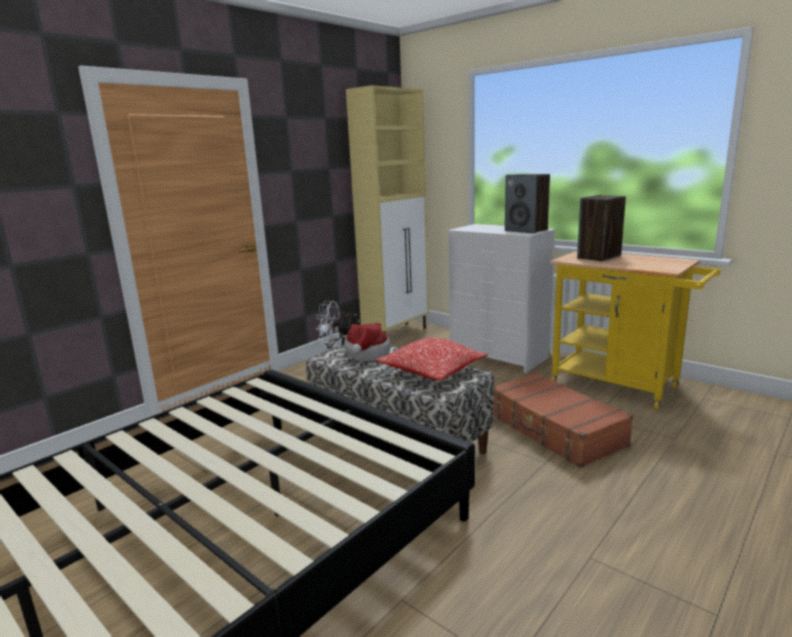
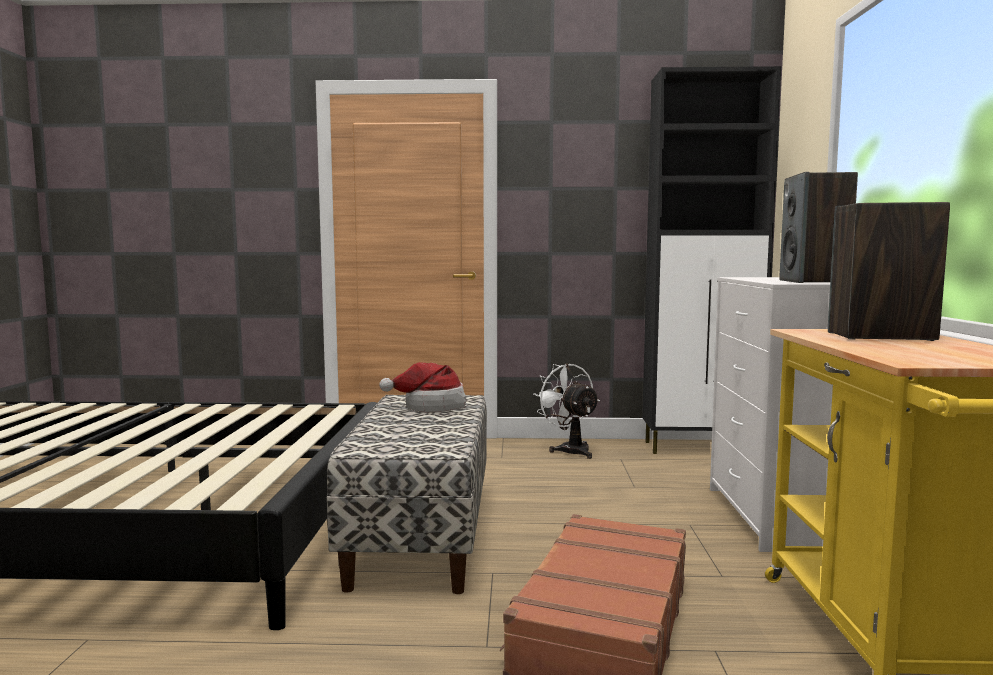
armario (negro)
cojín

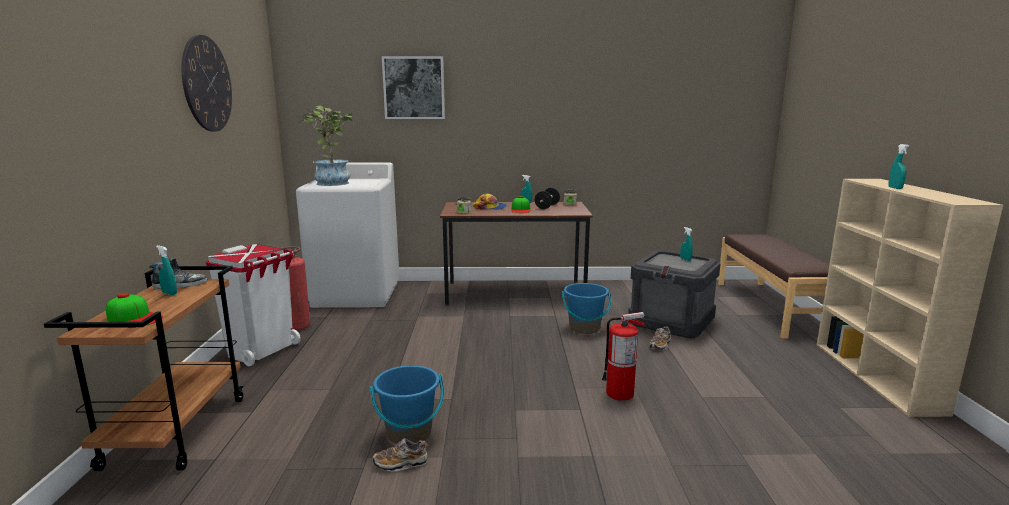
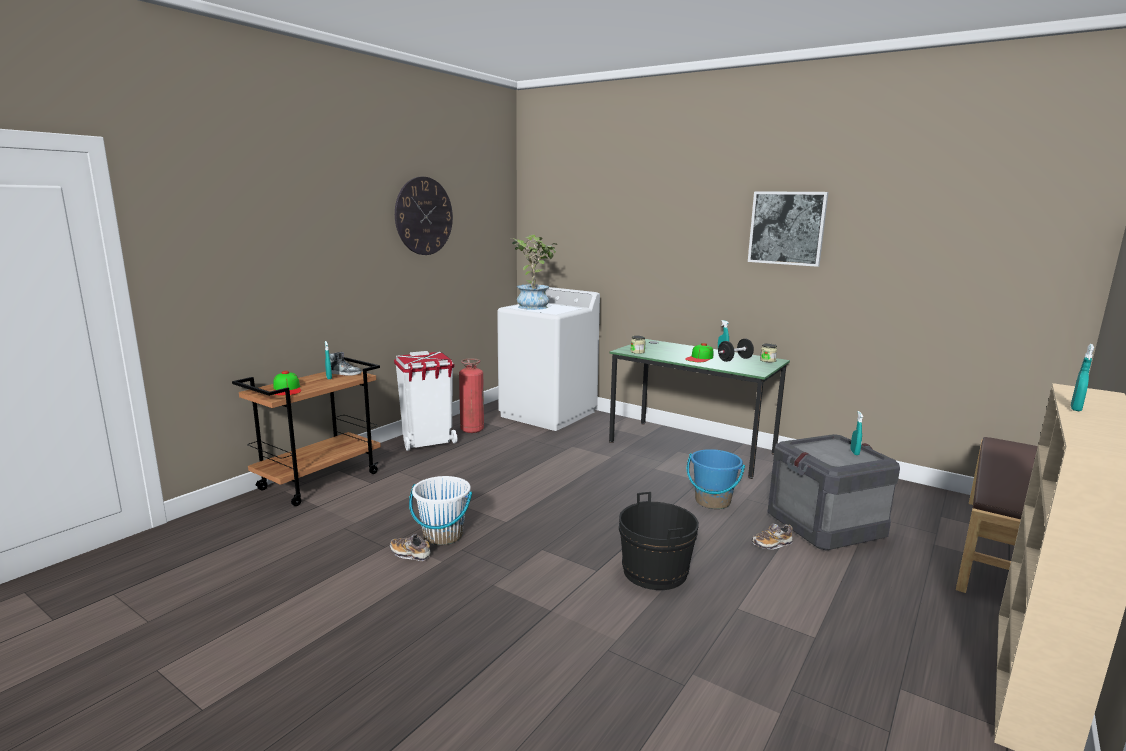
cubo (blanco)
cuadro
escritorio (verde)
gorra (no. 2 from left in the first image)
cubo (negro)

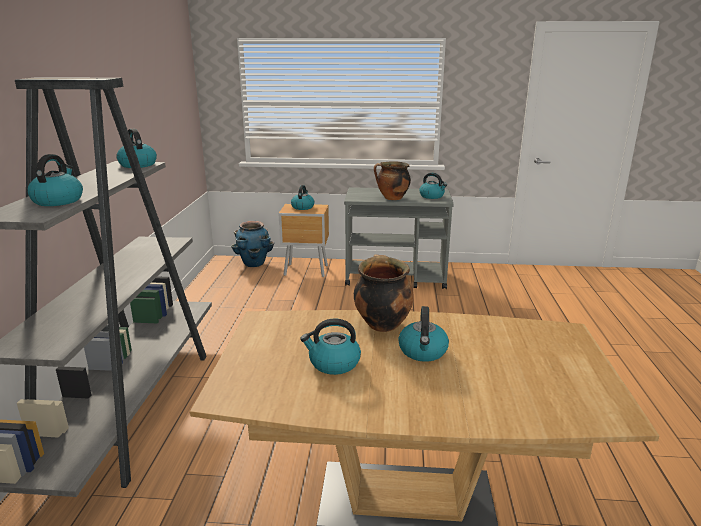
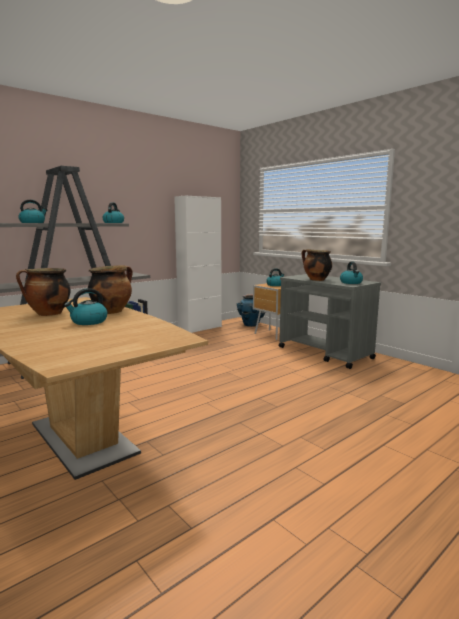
olla (no. 1 from left)
armario (blanco)

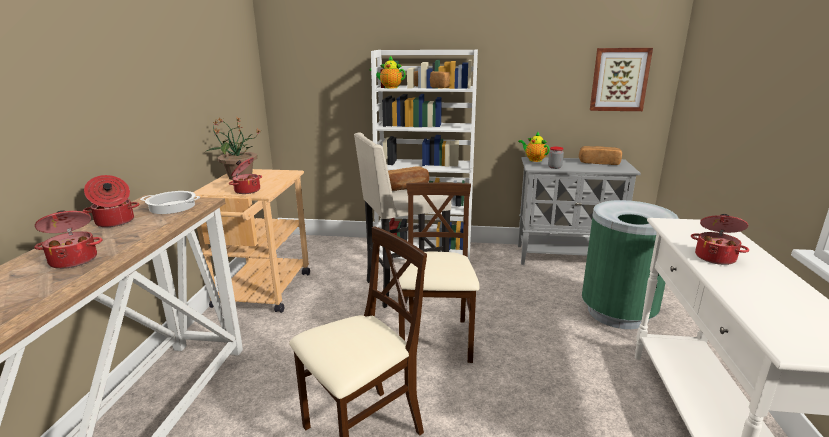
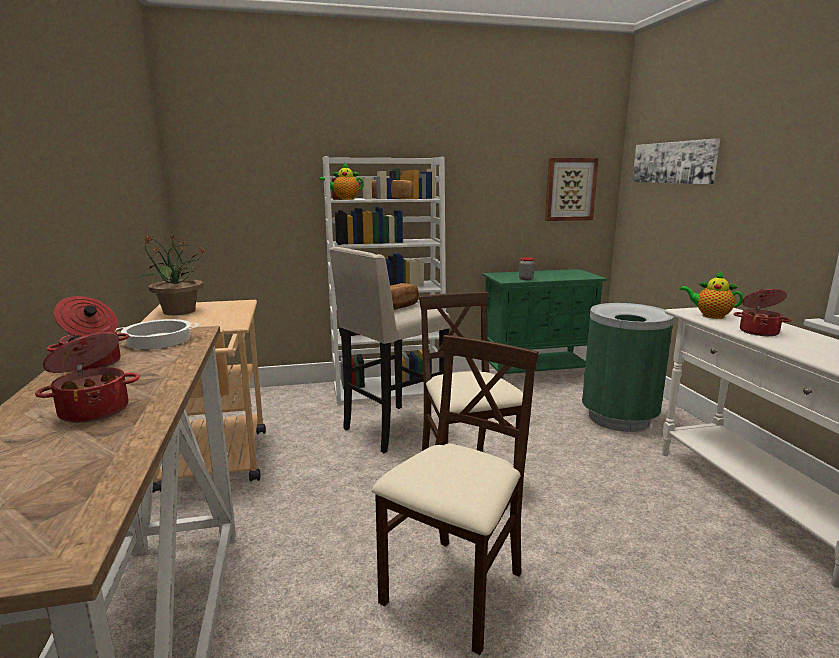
olla (no. 4 from left in the first image)
tetera (no. 2 from left)
armario (verde)
pan (no. 3 from left in the first image)
cuadro (no. 2 from left)

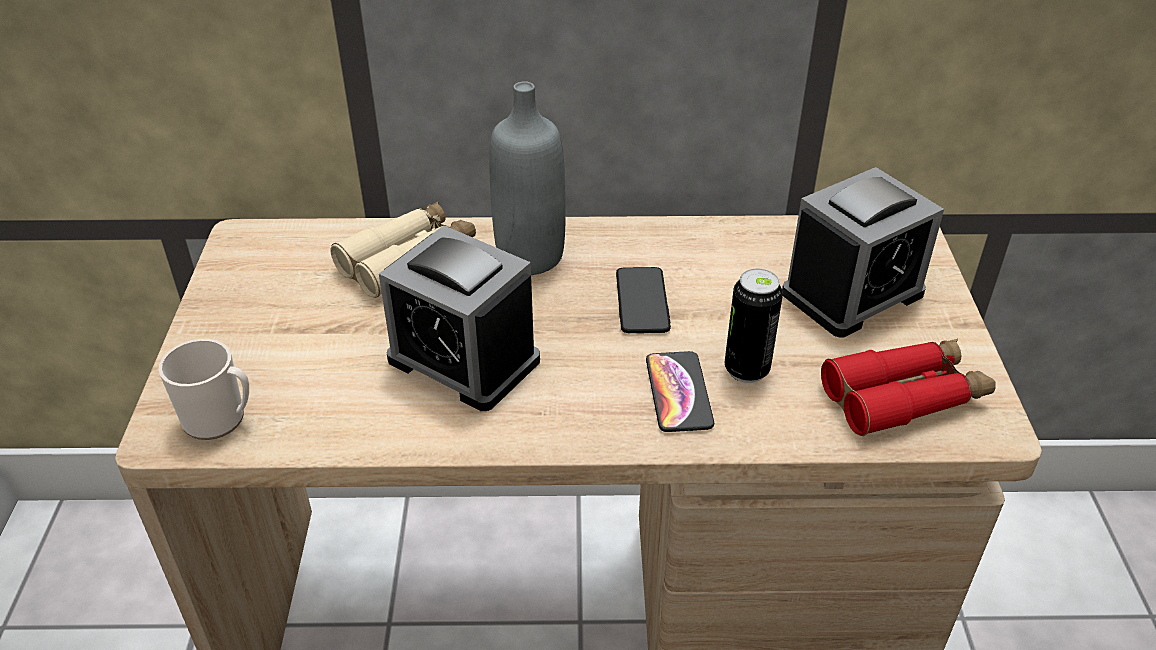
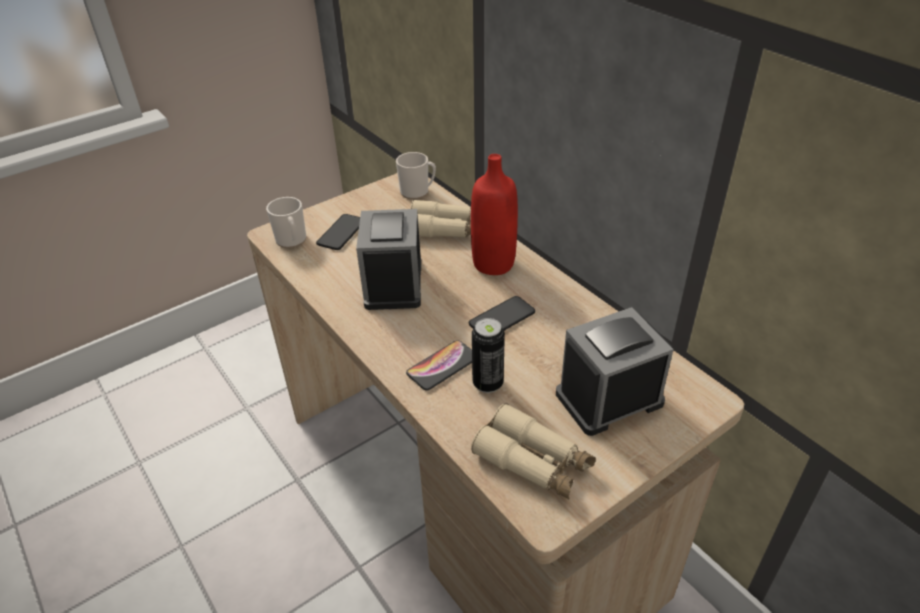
botella (rojo)
despertador (no. 2 from left)
prismáticos (beis) (no. 2 from left)
móvil (no. 1 from left)
taza grande (no. 2 from left)

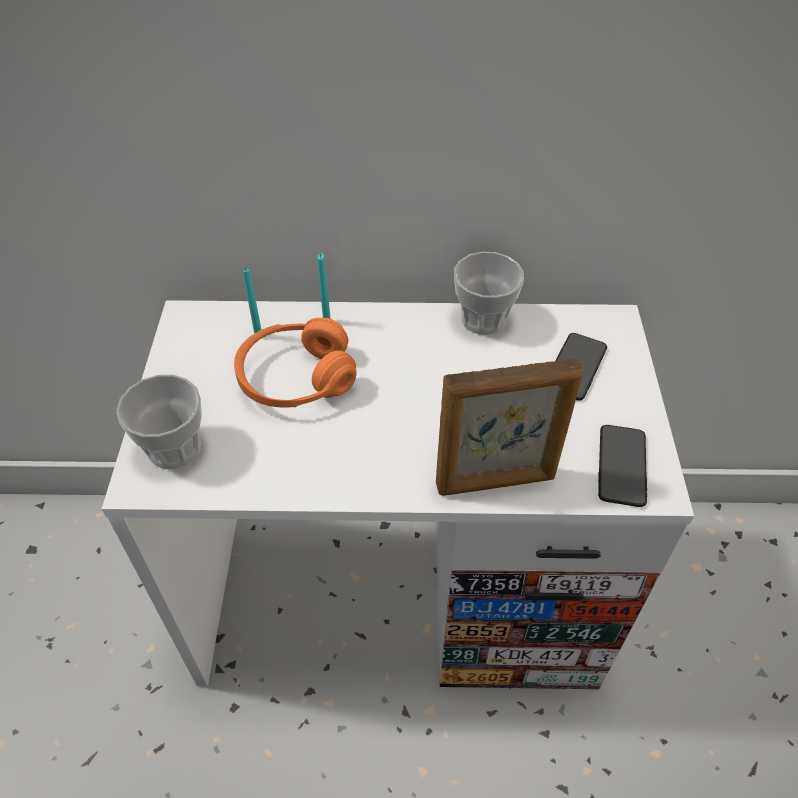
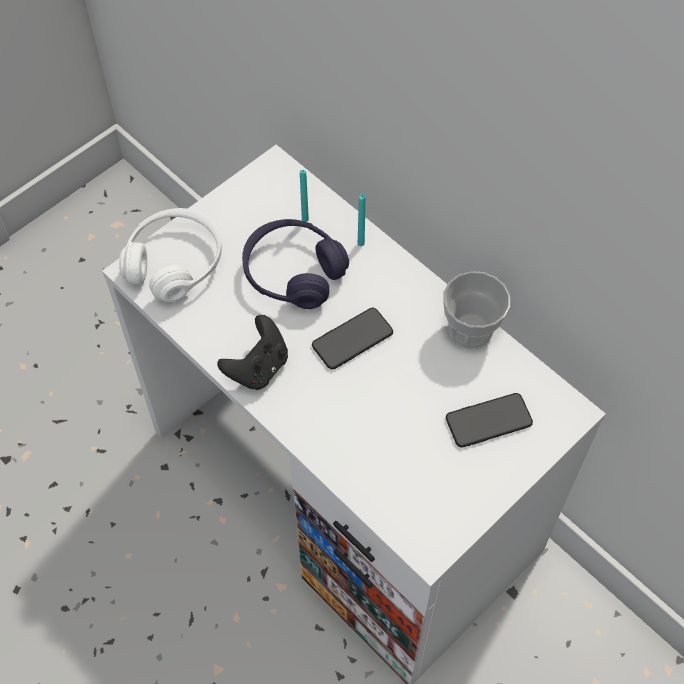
auriculares (blanco)
auriculares (morado)
portarretratos
móvil (no. 1 from left)
mando de consola (negro)

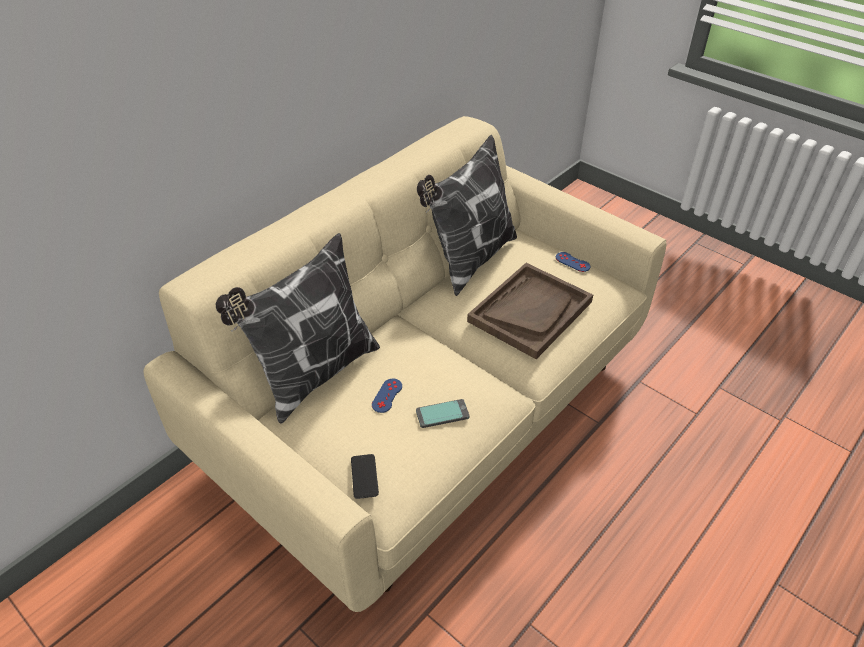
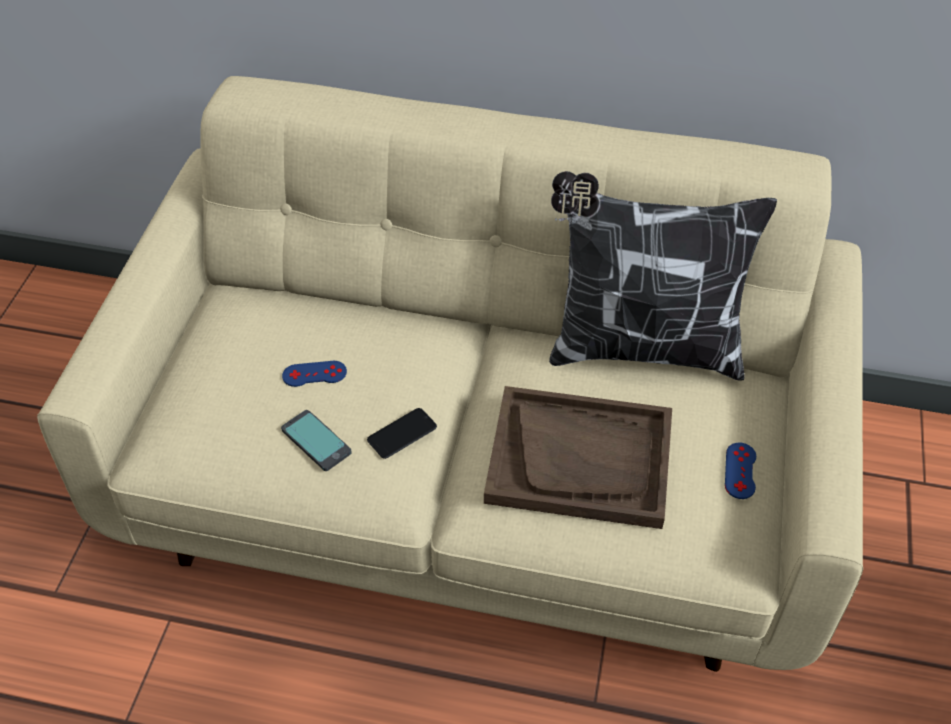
cojín (no. 1 from left in the first image)
móvil (no. 2 from left)

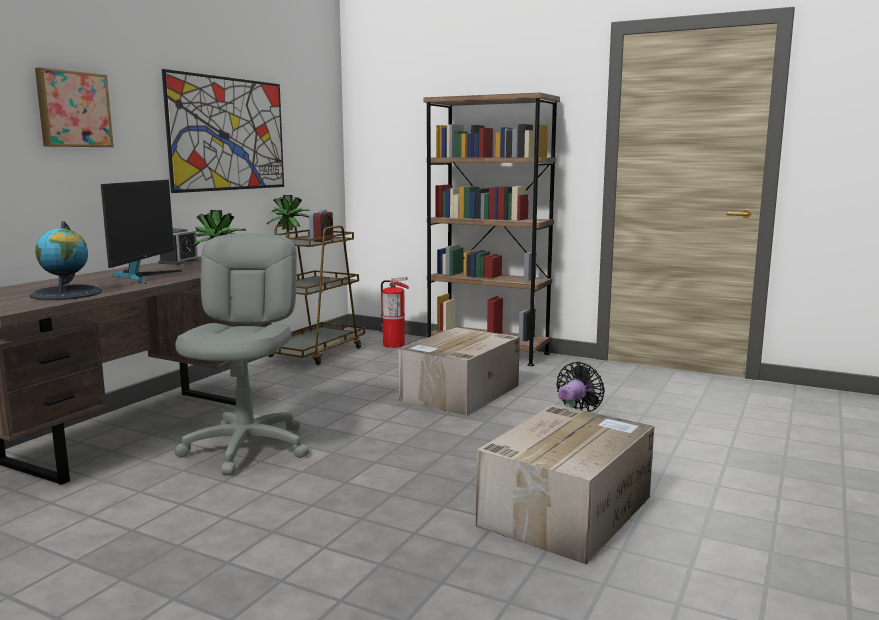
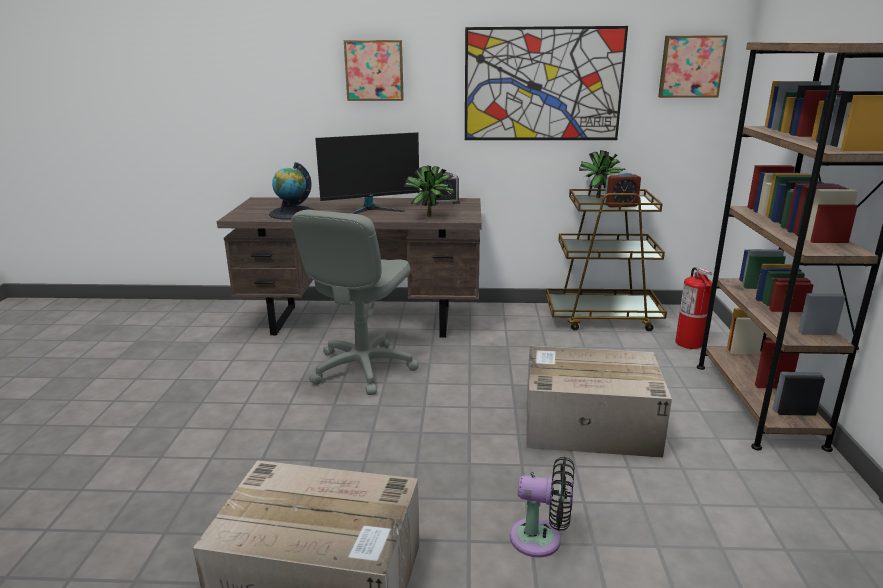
silla de oficina (gris)
cuadro (no. 3 from left)

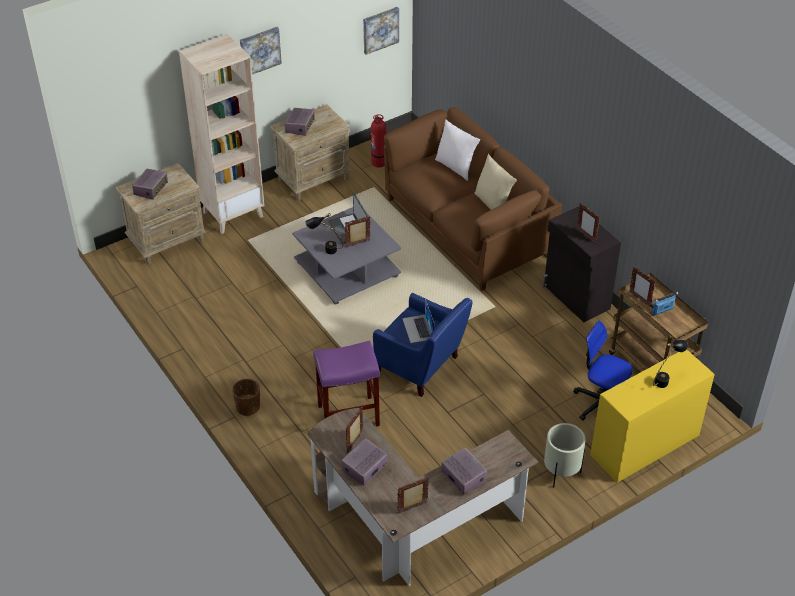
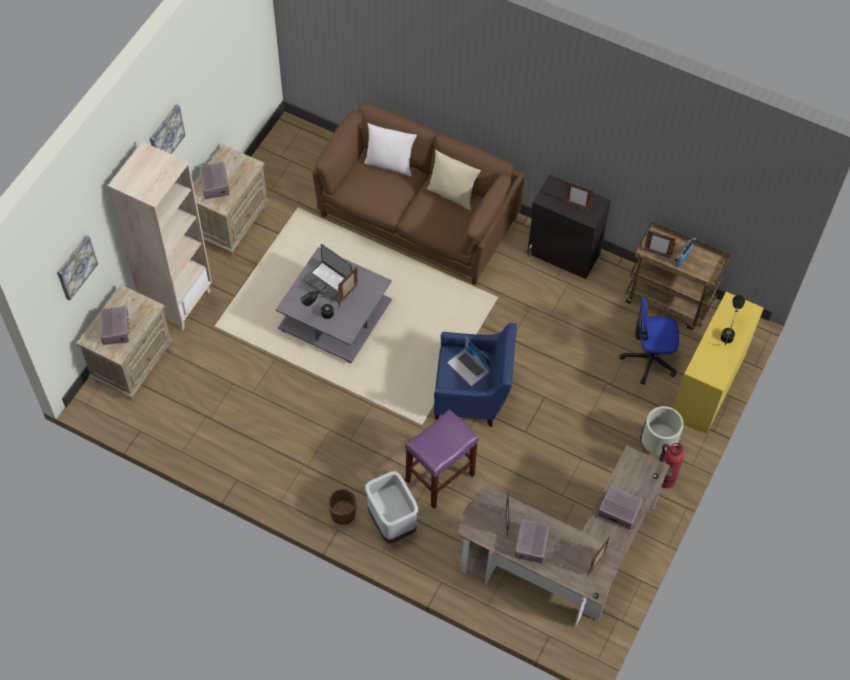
cuadro (no. 1 from left)
extintor
papelera (gris)

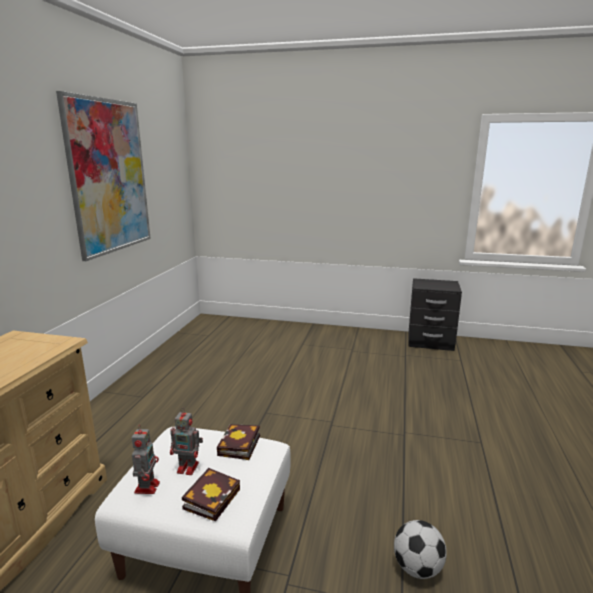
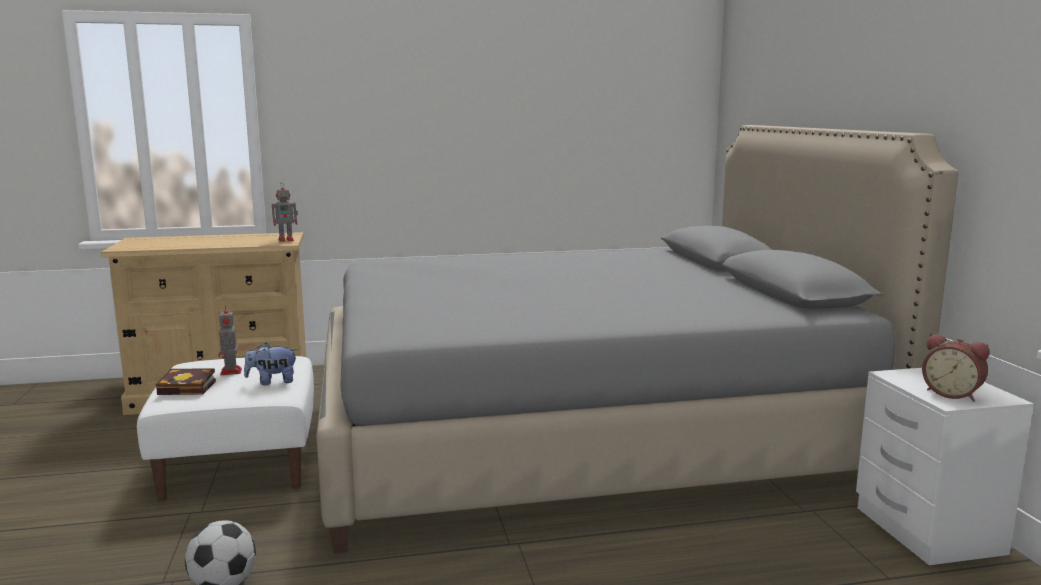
cuadro
robot de juguete (no. 2 from left)
peluche
mesita de noche (blanco)
cama (gris)
despertador

